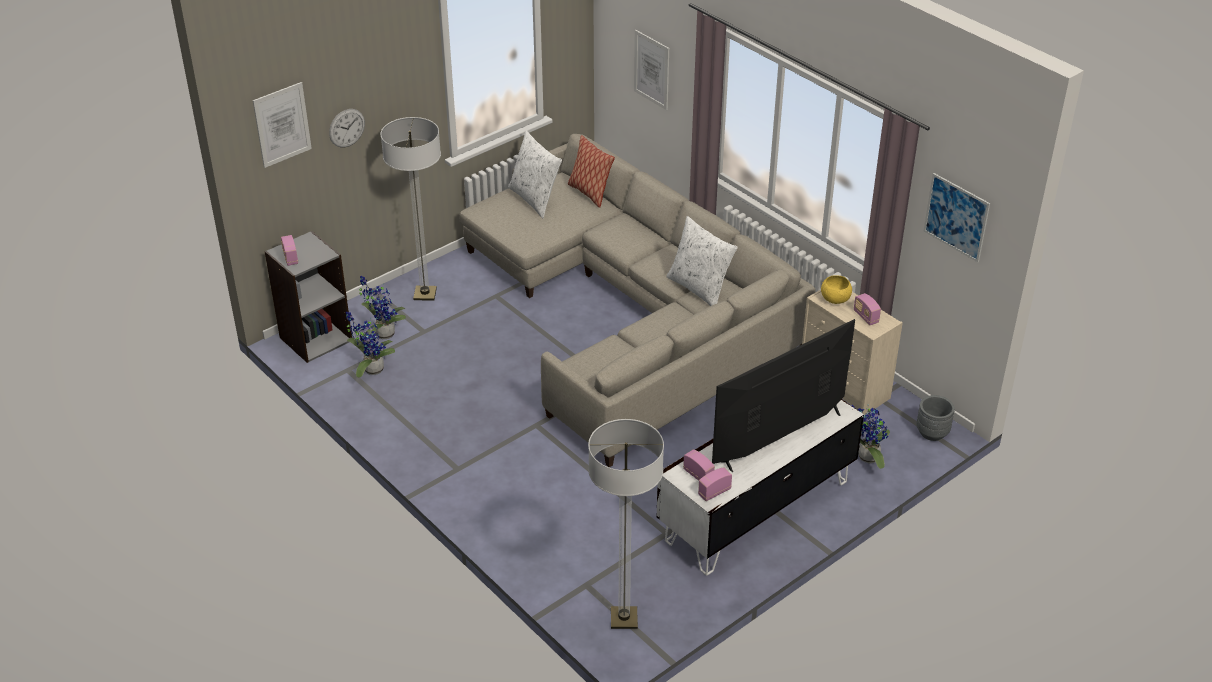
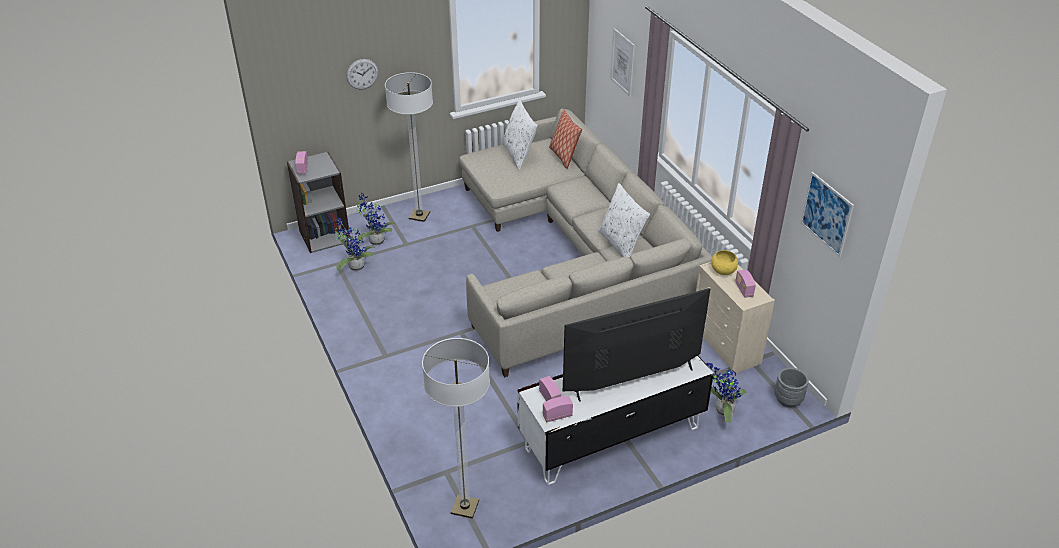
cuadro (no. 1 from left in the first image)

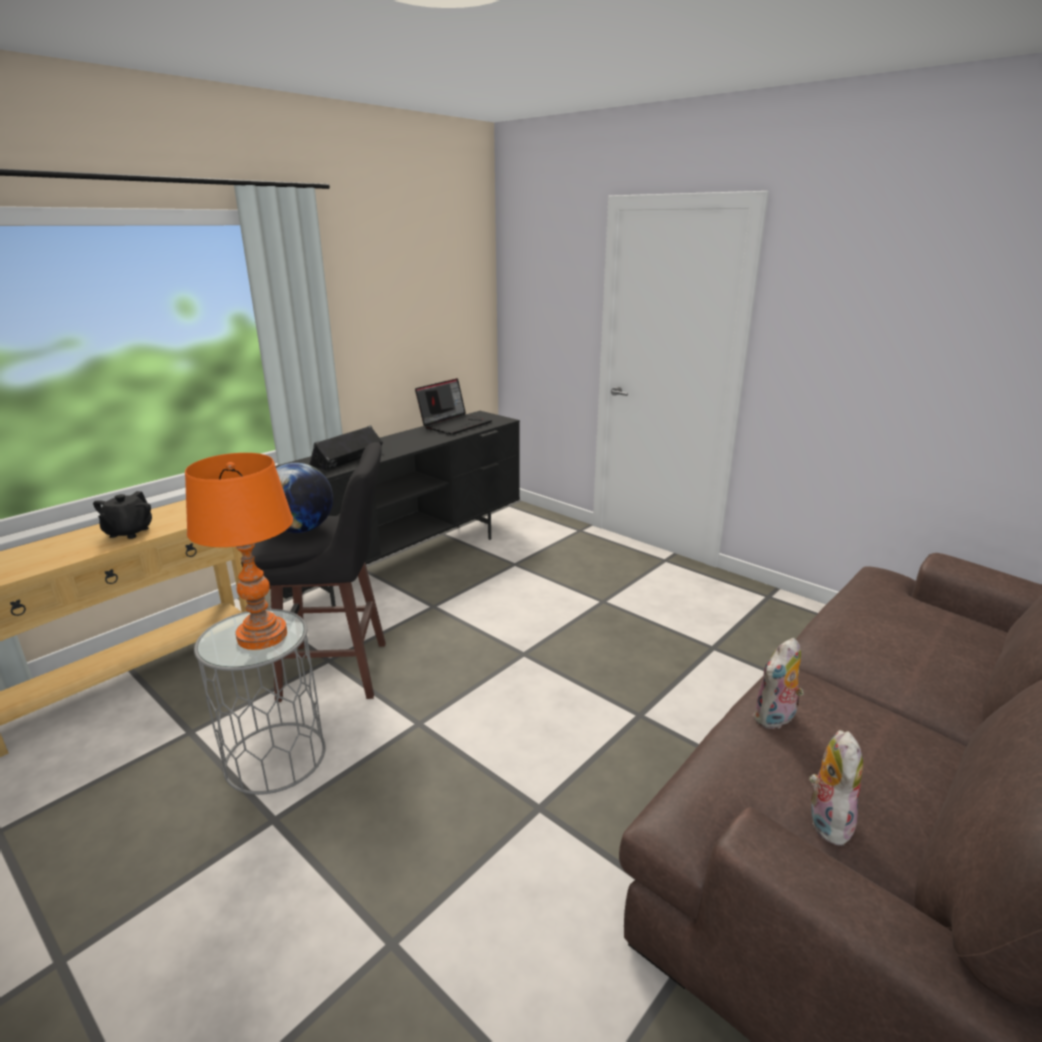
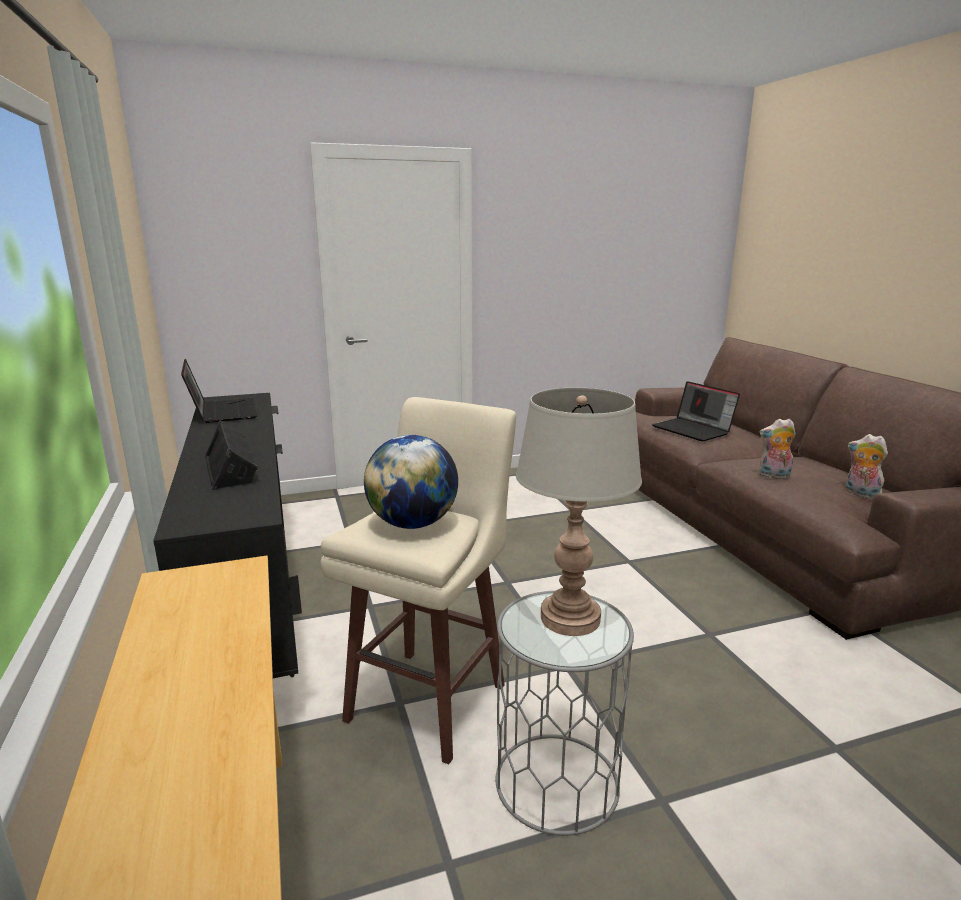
tetera (negro)
lámpara de mesa (gris)
taburete (beis)
peluche (no. 1 from left)
portátil (no. 2 from left)

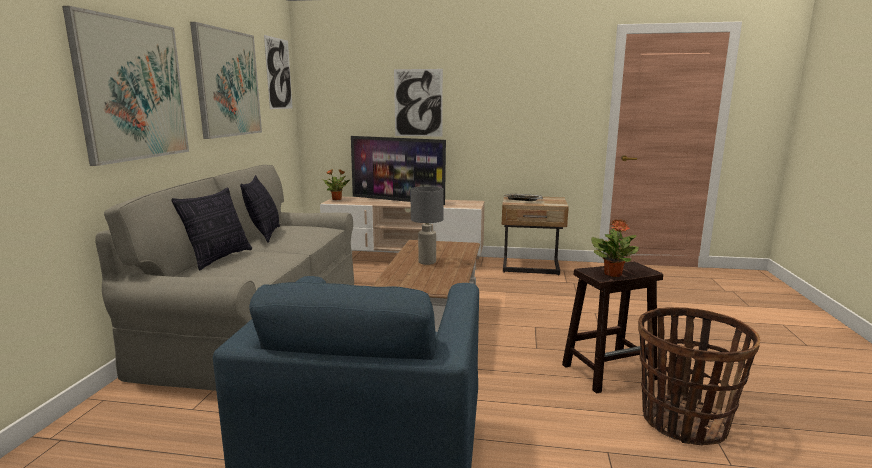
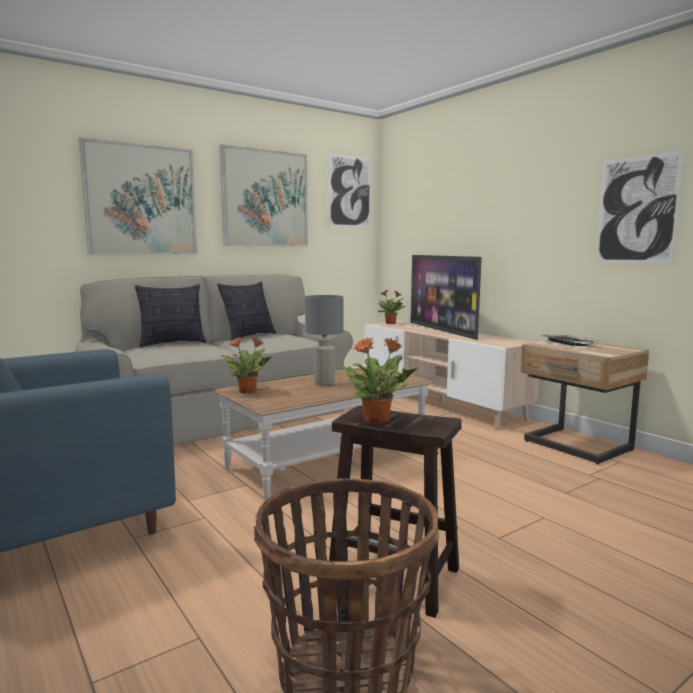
cuadro (no. 4 from left)
planta en maceta (no. 1 from left)

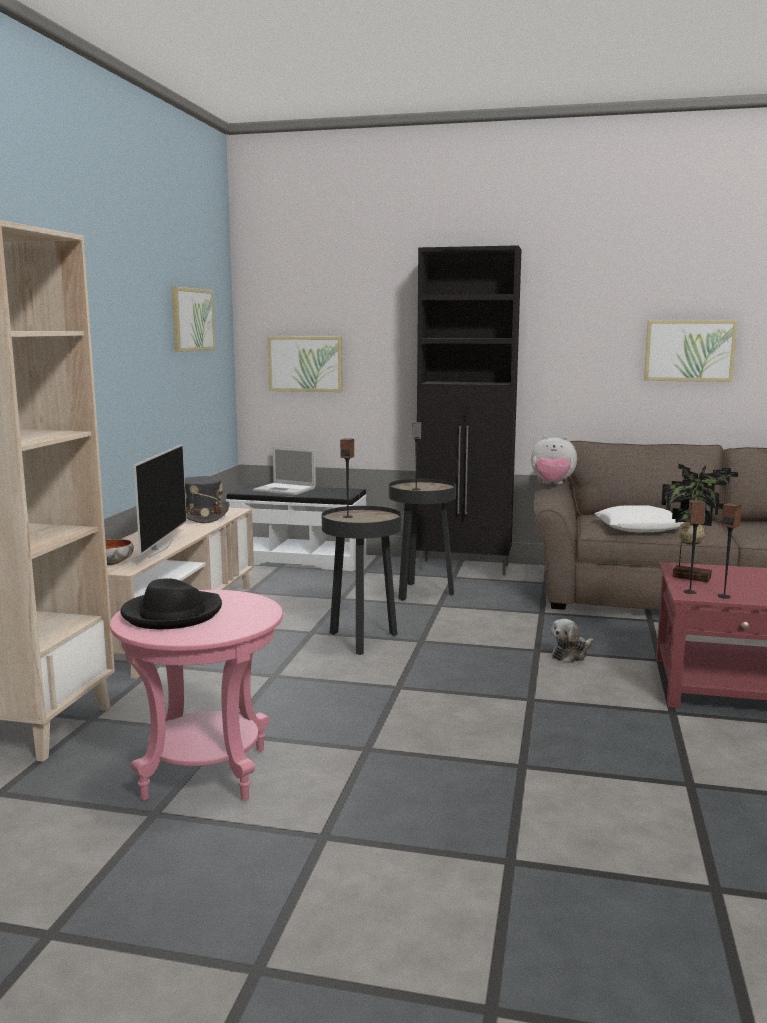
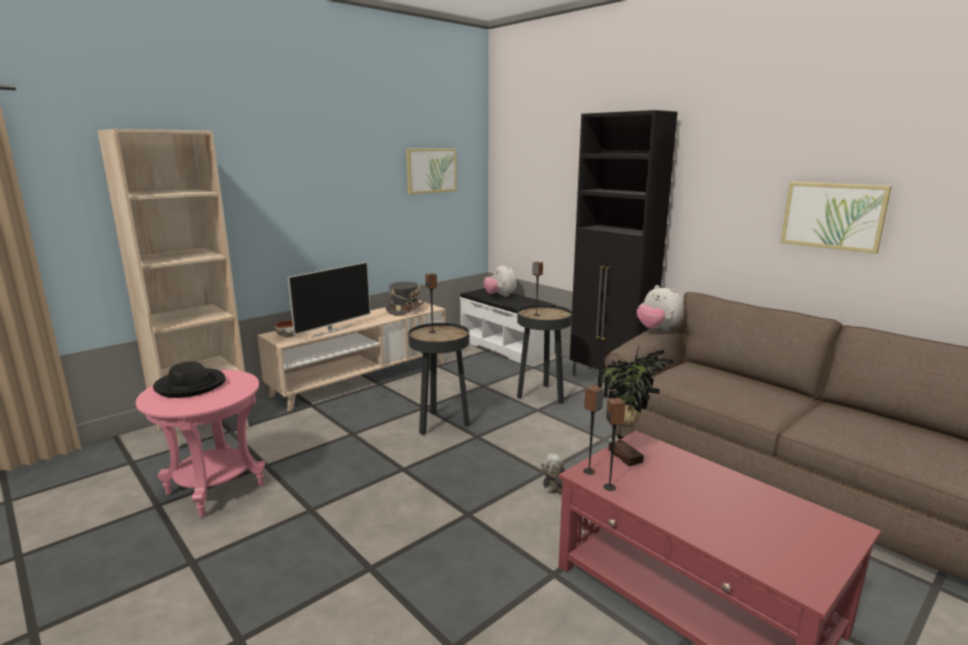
peluche (no. 1 from left)
cuadro (no. 2 from left in the first image)
cojín (blanco)

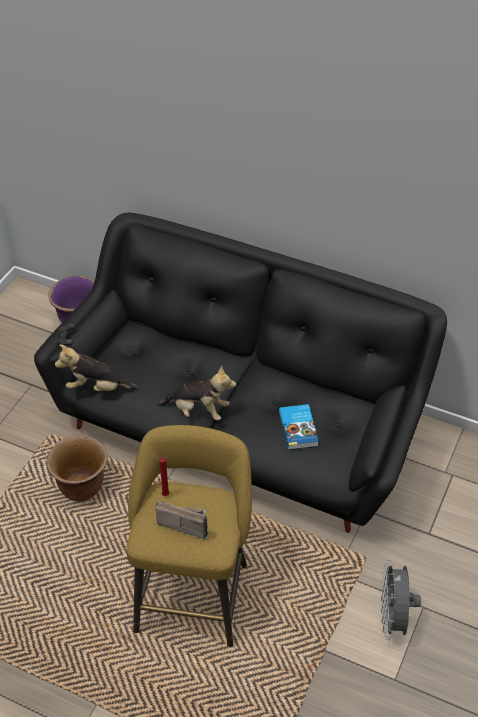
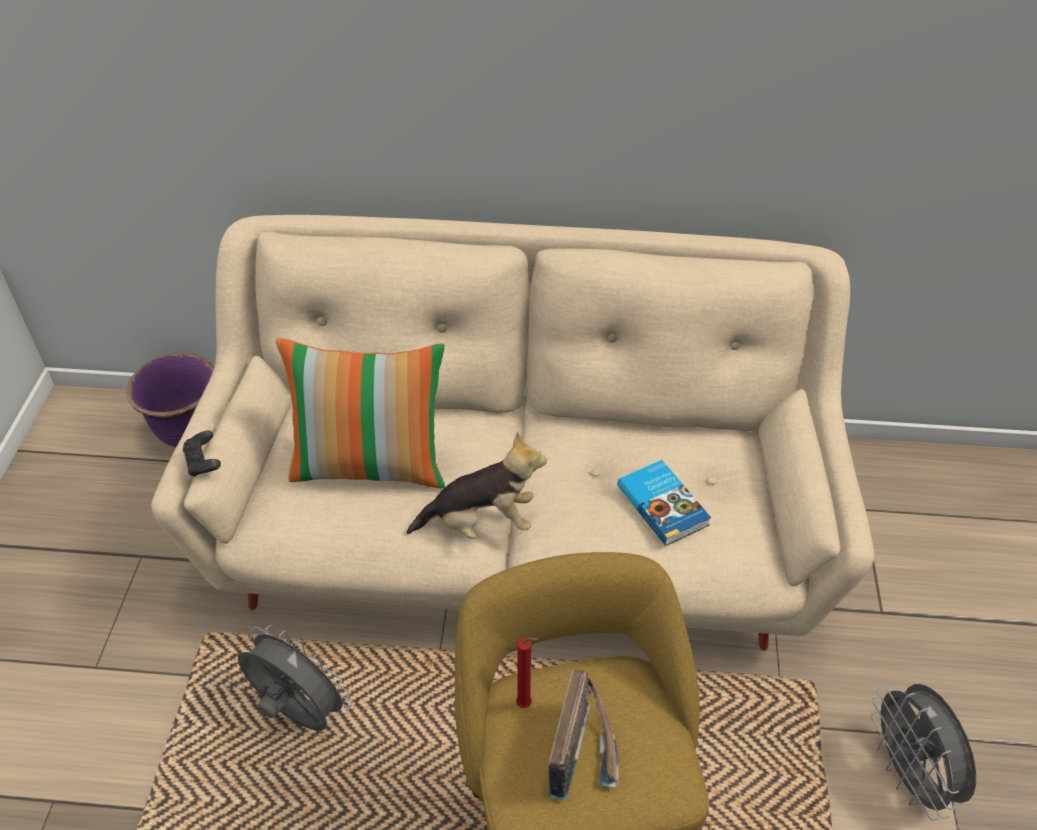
sofá (beis)
ventilador (gris) (no. 1 from left)
peluche (no. 1 from left in the first image)
radio
cojín

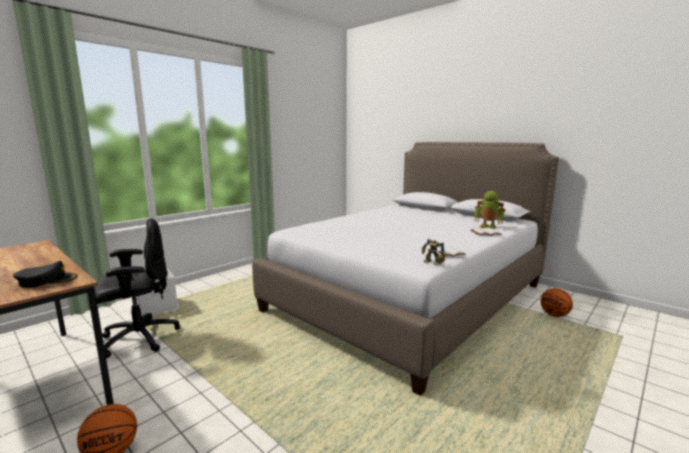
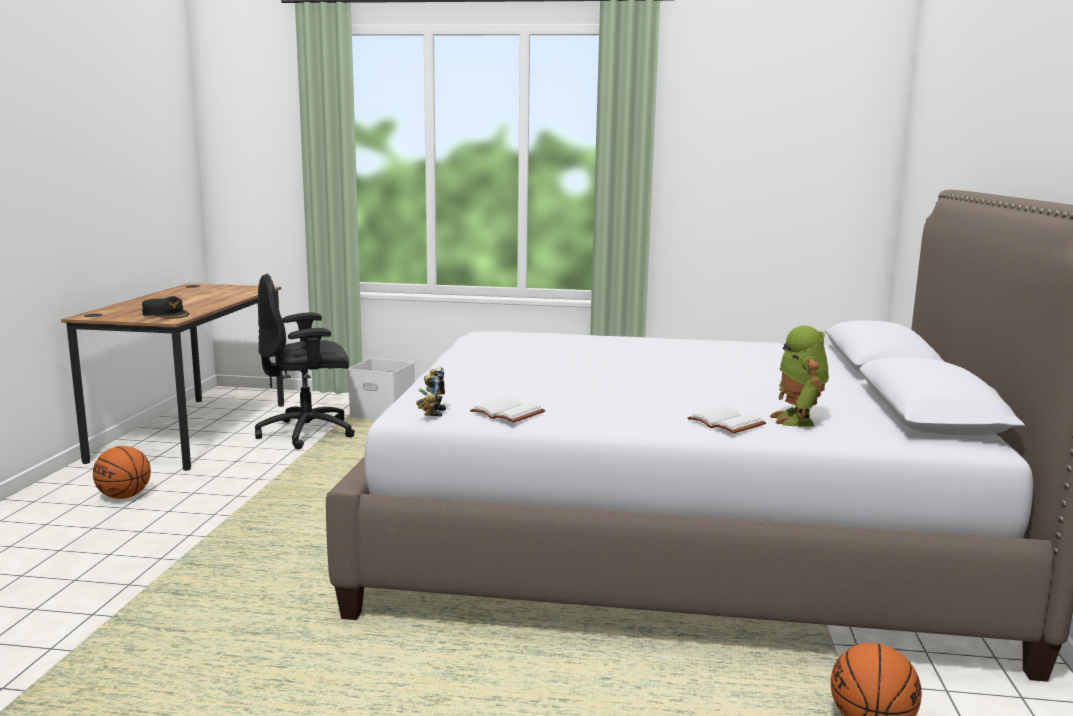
silla de oficina (negro)

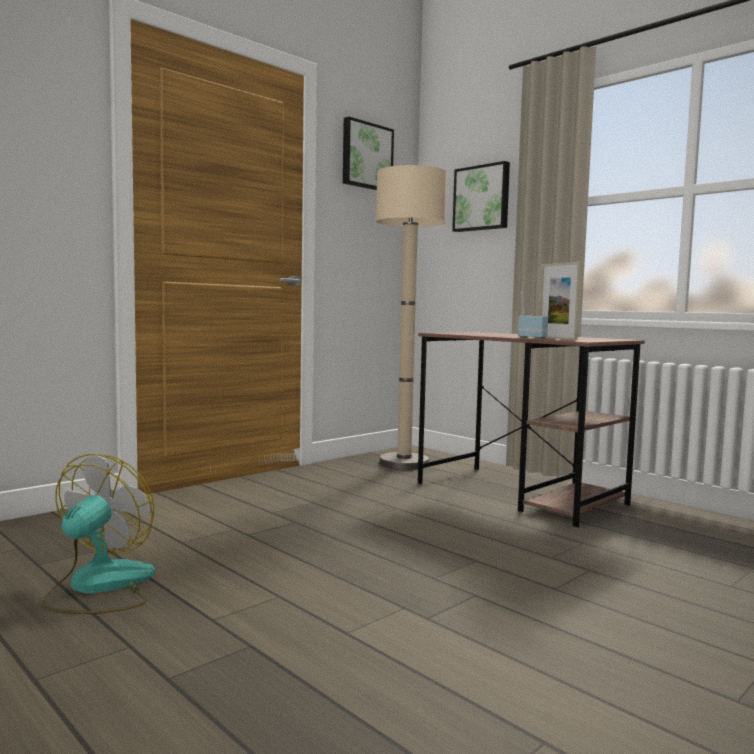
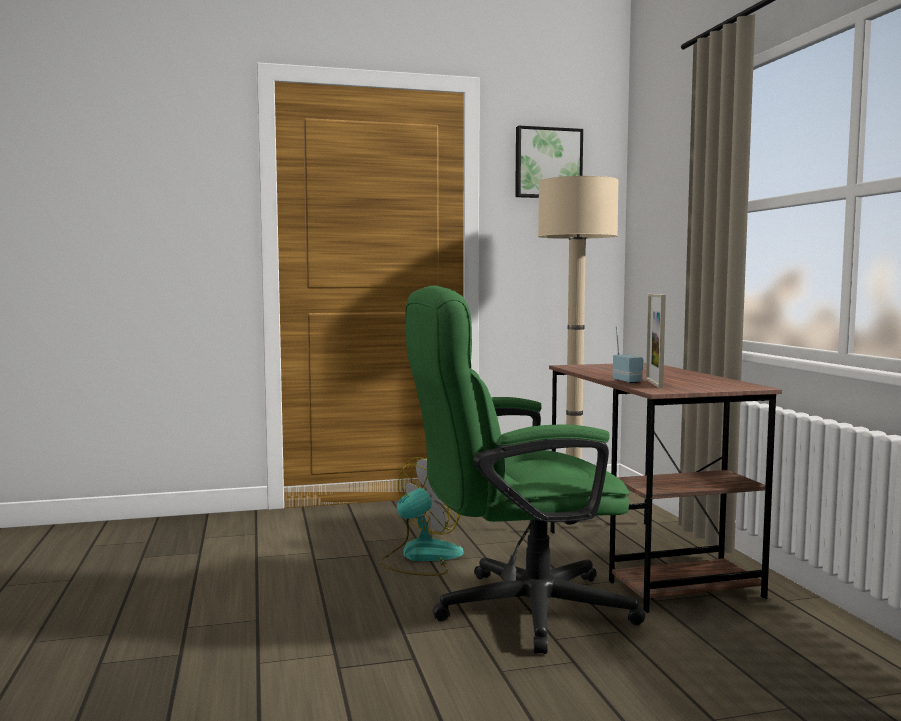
ventilador
cuadro (no. 2 from left in the first image)
silla de oficina (verde)

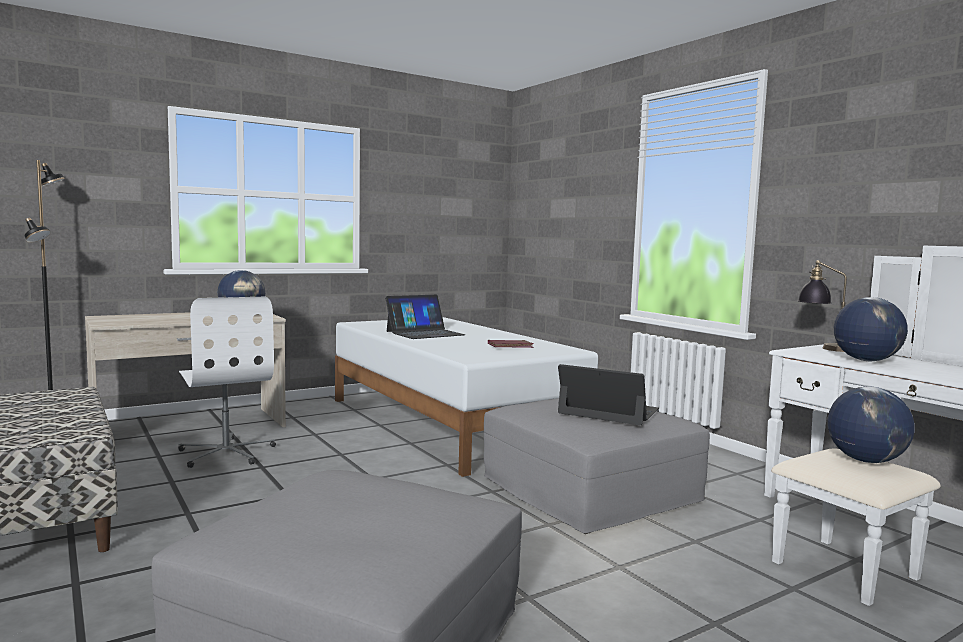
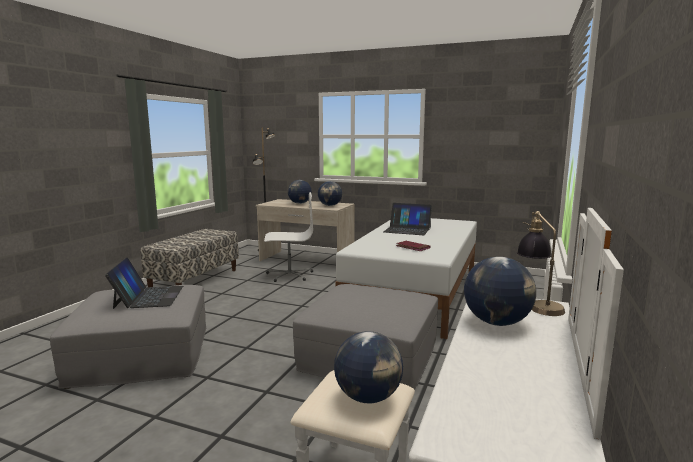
silla de oficina (blanco)
portátil (no. 1 from left)
globo terráqueo (no. 1 from left)

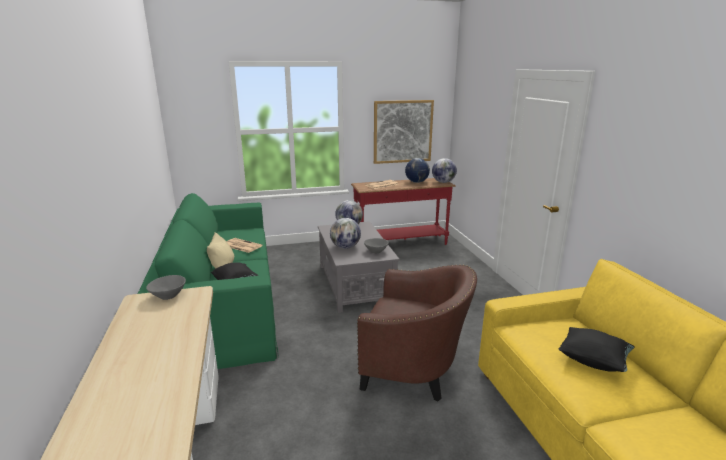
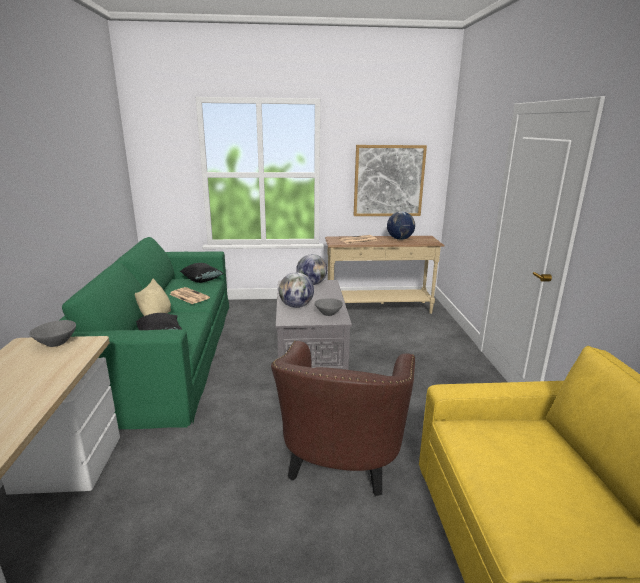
mesa consola (beis)
sillón (marrón)
globo terráqueo (no. 4 from left in the first image)
cojín (negro) (no. 2 from left)

